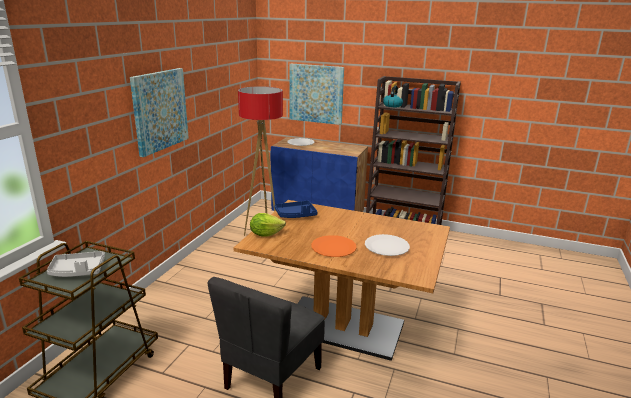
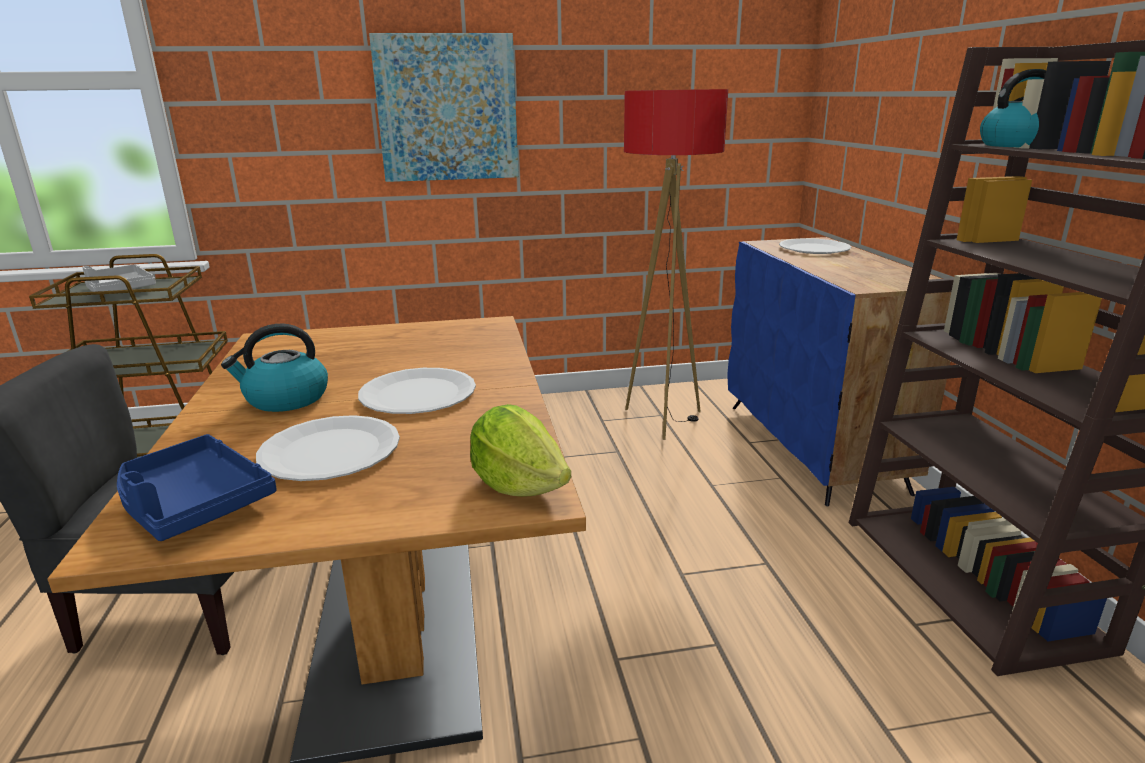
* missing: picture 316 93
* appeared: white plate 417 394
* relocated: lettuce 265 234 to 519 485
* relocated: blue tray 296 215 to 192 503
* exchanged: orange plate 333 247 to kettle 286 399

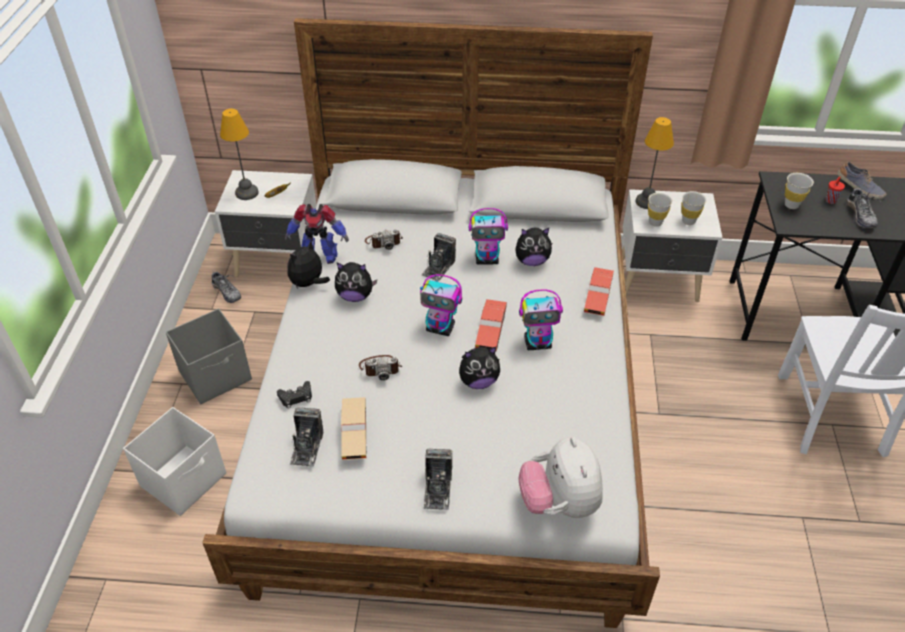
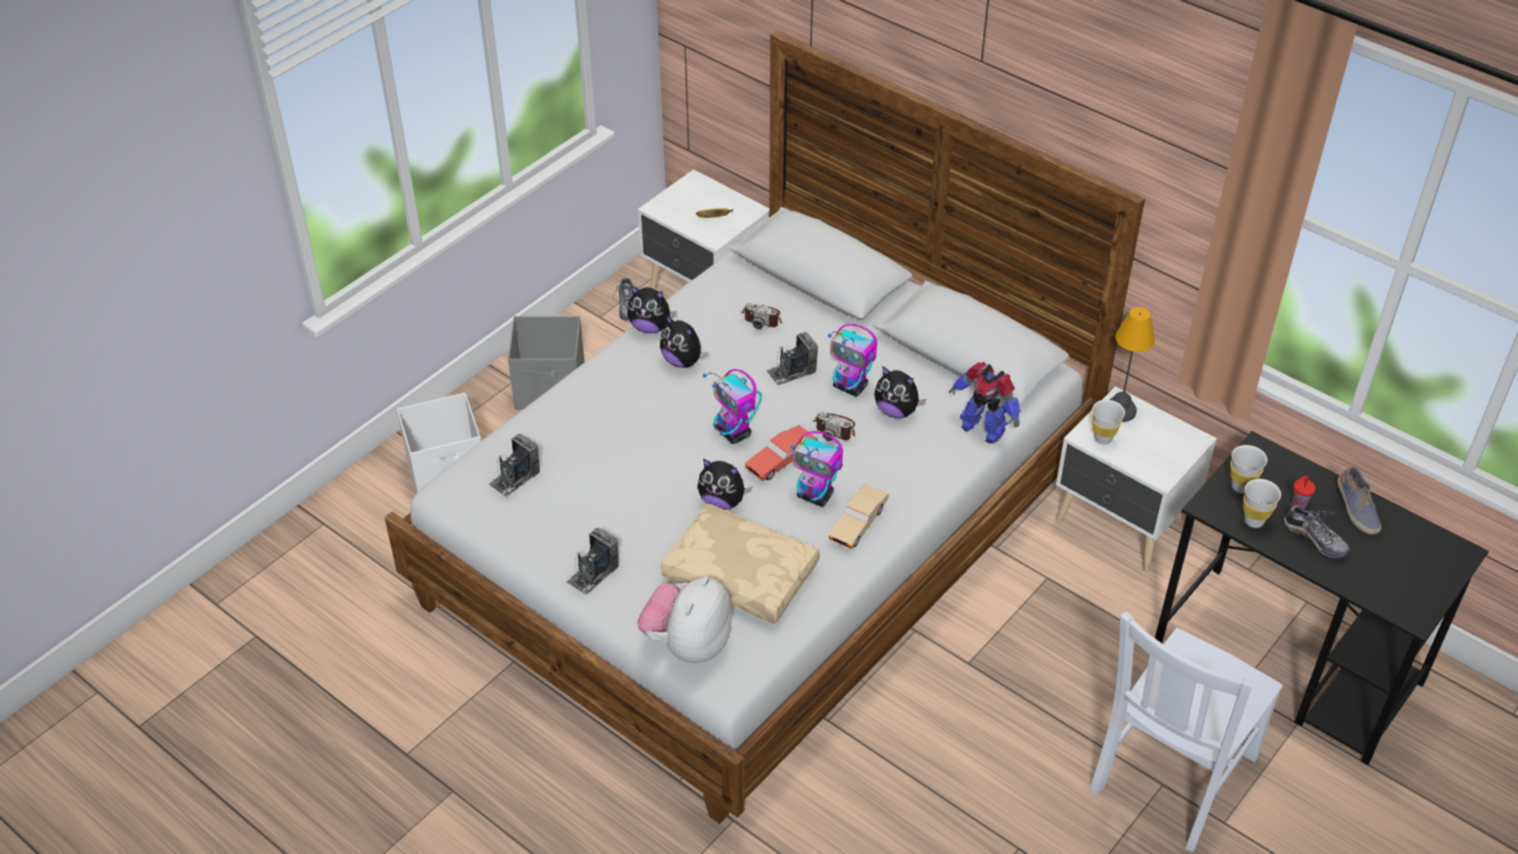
* missing: table lamp 247 193
* missing: black game controller 296 397
* missing: red toy car 598 297
* appeared: beige pillow 742 573
* relocated: toy robot 319 256 to 982 428
* relocated: beige toy car 354 433 to 858 523
* relocated: photo camera 380 368 to 835 428
* relocated: white cup 688 221 to 1254 521
* spun: plush toy 308 283 = 650 327 150 degrees counterclockwise
* spun: shoe 860 215 = 1315 539 75 degrees counterclockwise

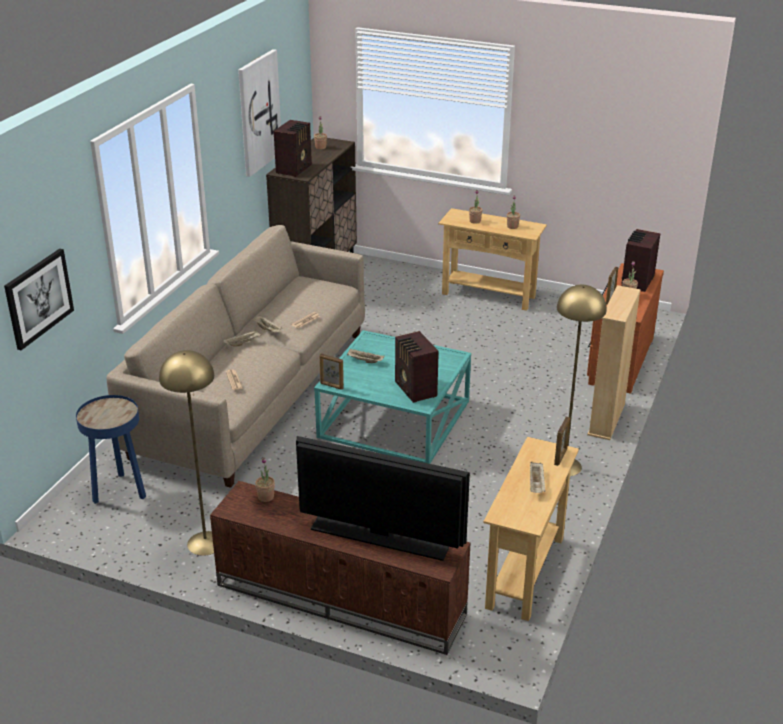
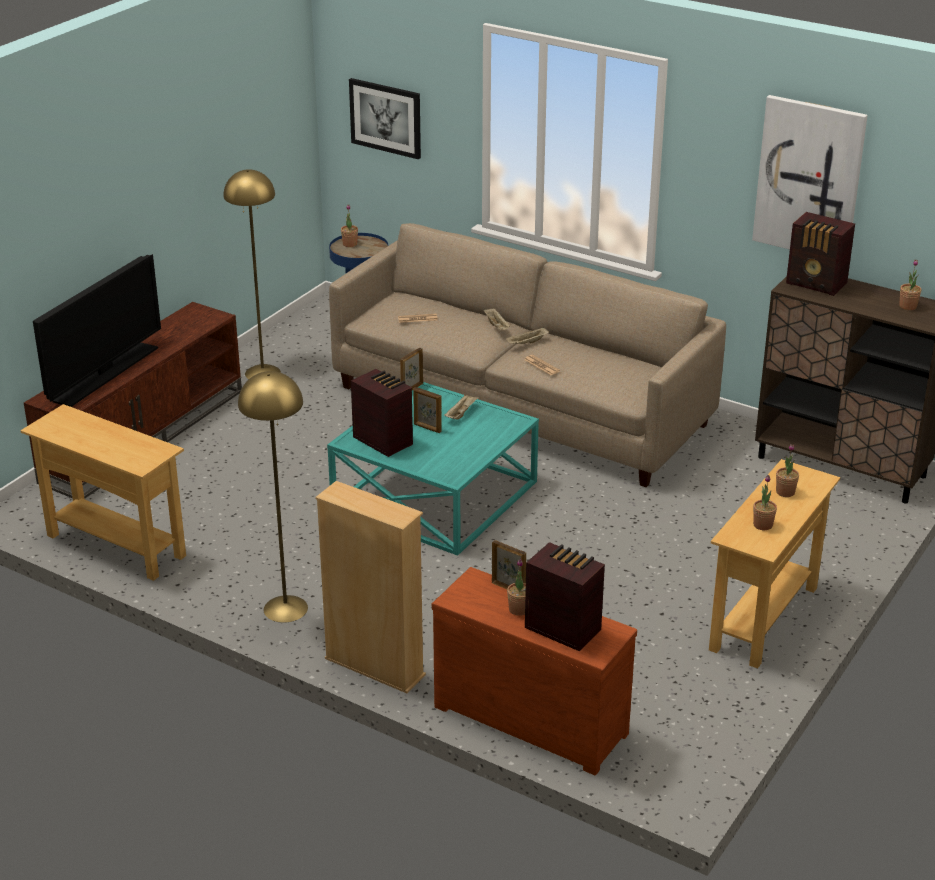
* missing: beige tray 536 484
* relocated: potted plant 266 497 to 350 244
* relocated: picture frame 560 457 to 427 428
* spun: radio 415 390 = 383 440 60 degrees clockwise

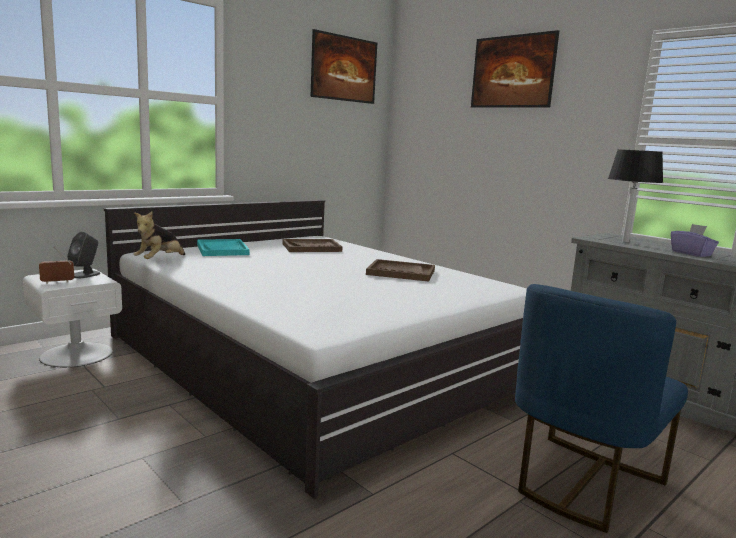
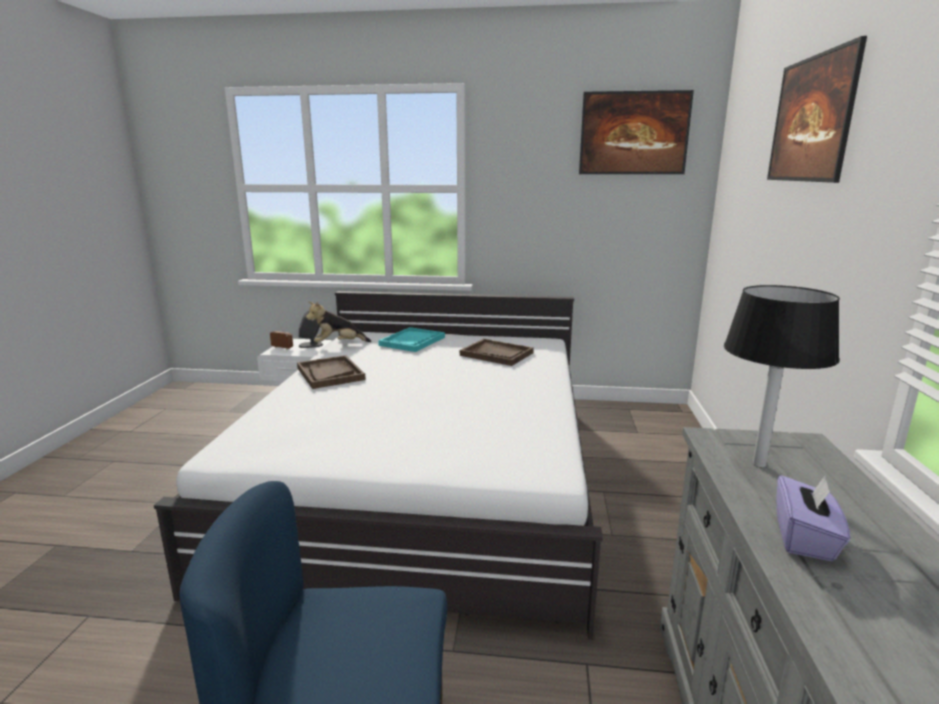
* relocated: brown tray 400 272 to 330 374

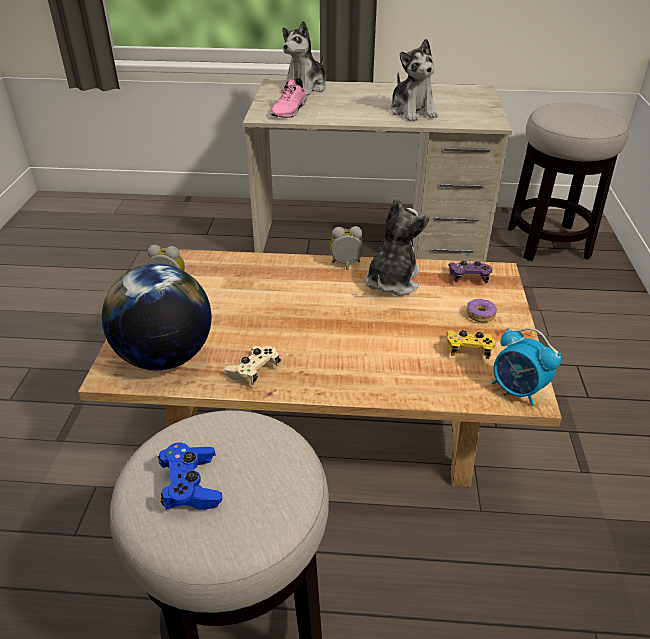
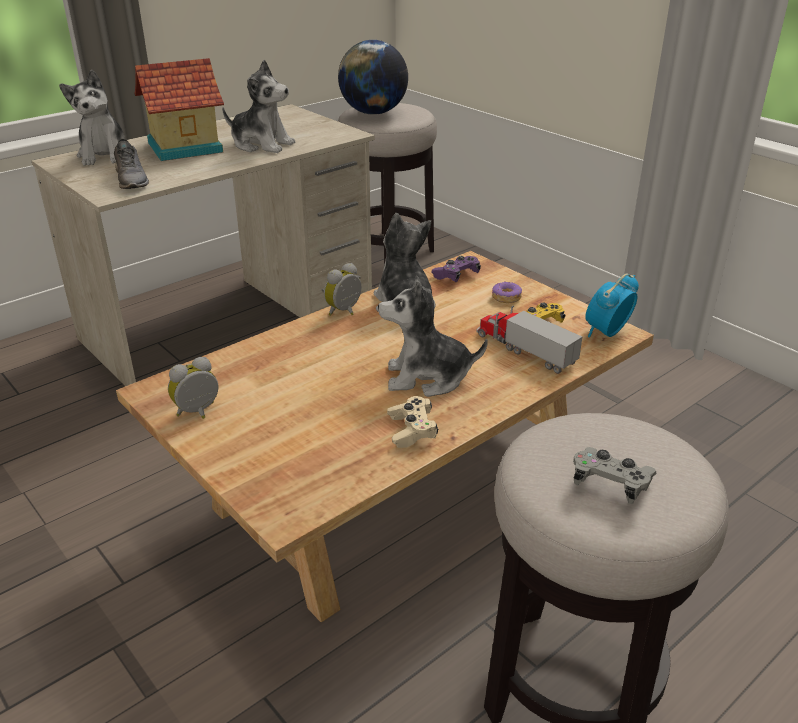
* appeared: toy house 184 147
* appeared: plush toy 427 377
* appeared: toy truck 524 350
* relocated: globe 165 357 to 373 113
* colour: blue game controller 191 485 to grey game controller 610 484
* colour: pink shoe 290 111 to grey shoe 132 180
* spun: alarm clock 517 390 = 606 333 135 degrees clockwise

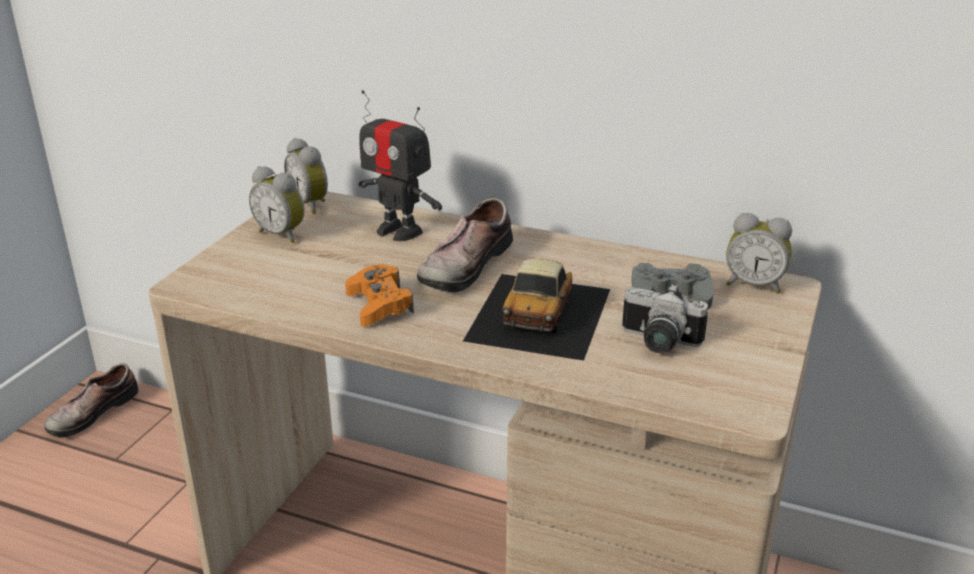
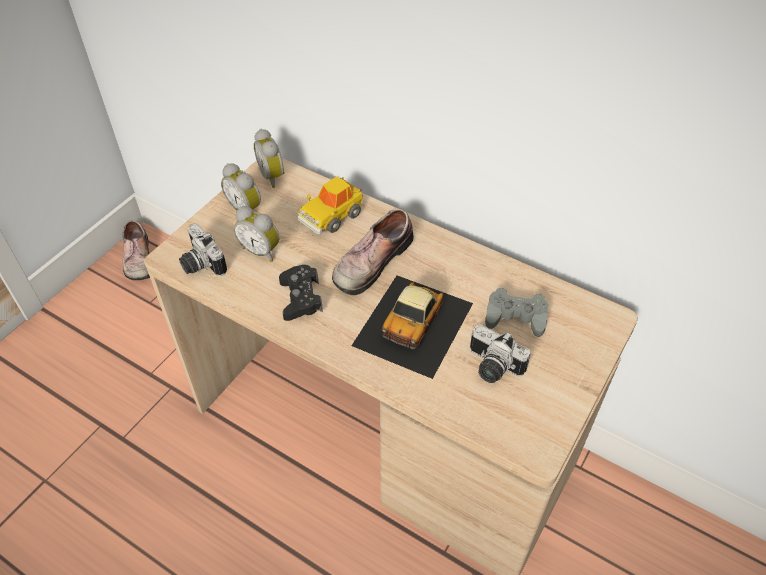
* appeared: photo camera 200 264
* relocated: alarm clock 754 285 to 261 251
* exchanged: toy robot 399 231 to toy car 332 215
* colour: orange game controller 379 305 to black game controller 301 298
* spun: shoe 91 412 = 137 259 60 degrees counterclockwise

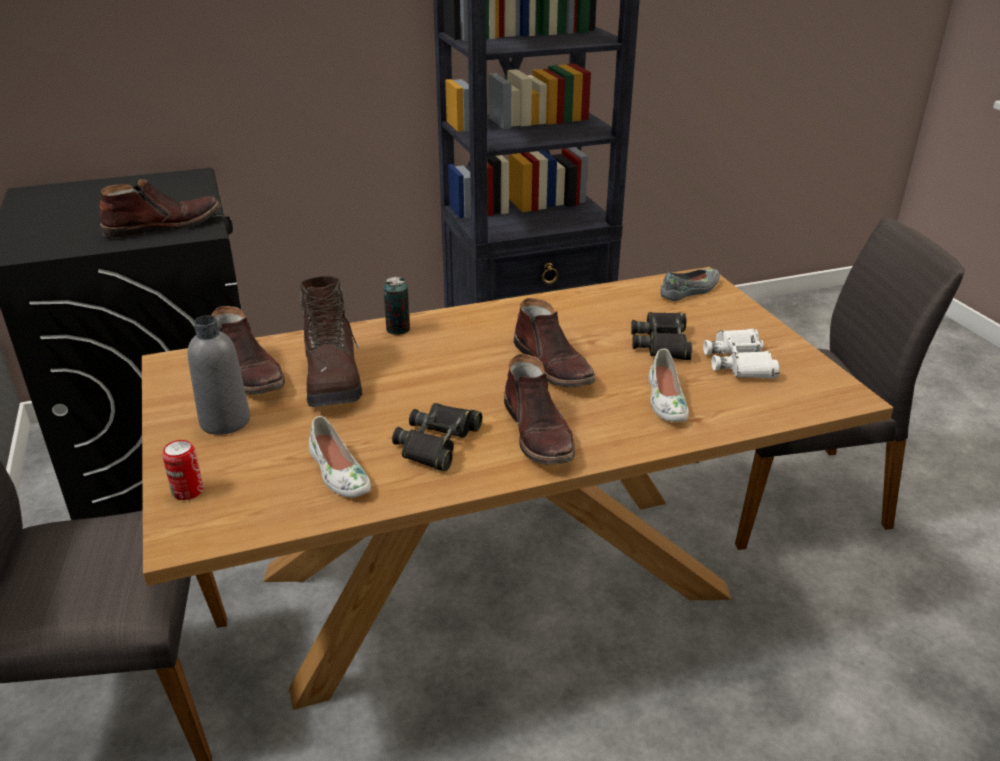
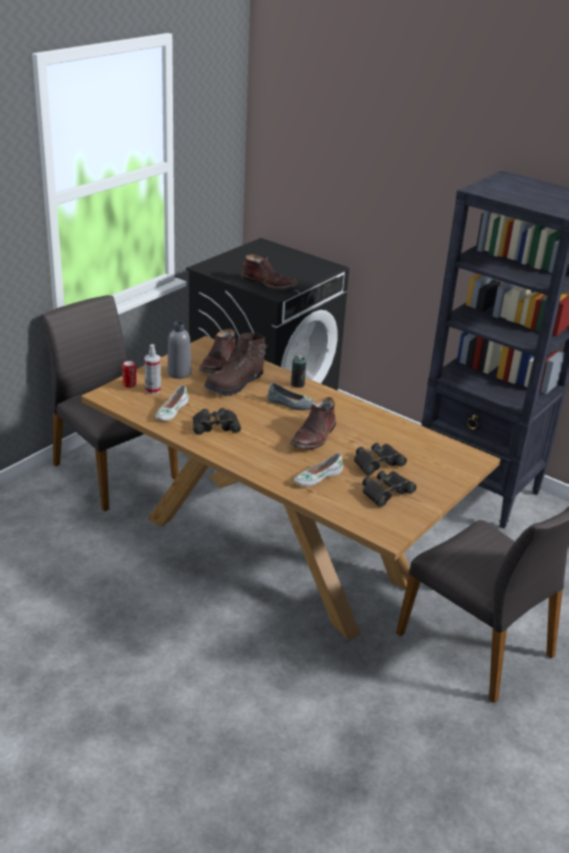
* missing: brown boot 539 433
* appeared: spray bottle 153 390
* relocated: grey shoe 691 290 to 291 404
* colour: white binoculars 739 361 to black binoculars 386 492

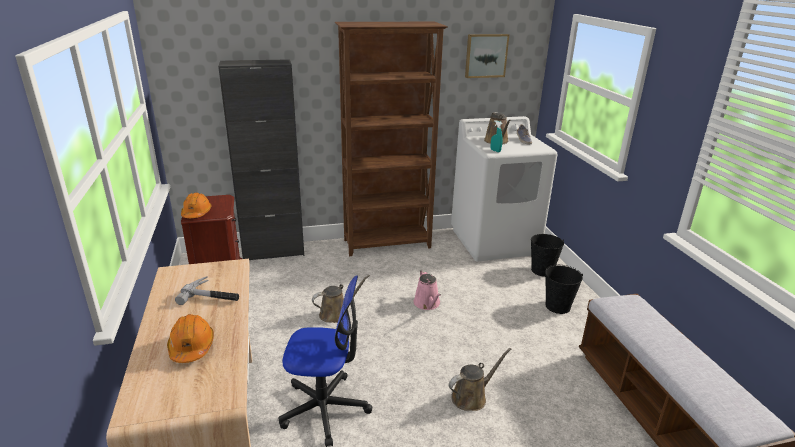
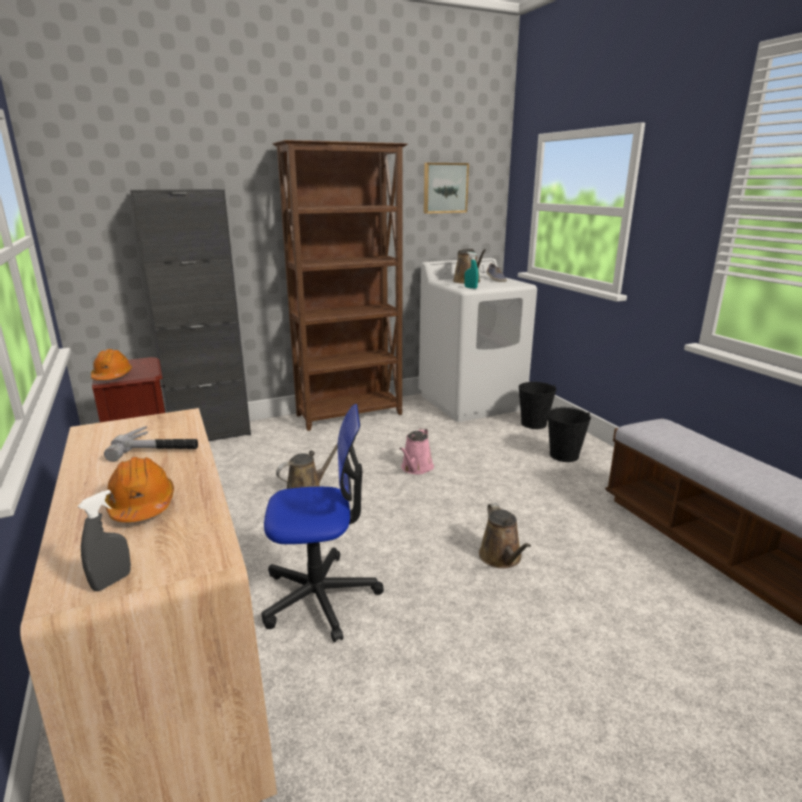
* appeared: grey spray bottle 112 581
* spun: pink watering can 427 304 = 416 468 45 degrees clockwise
* spun: brown watering can 472 397 = 502 558 120 degrees clockwise

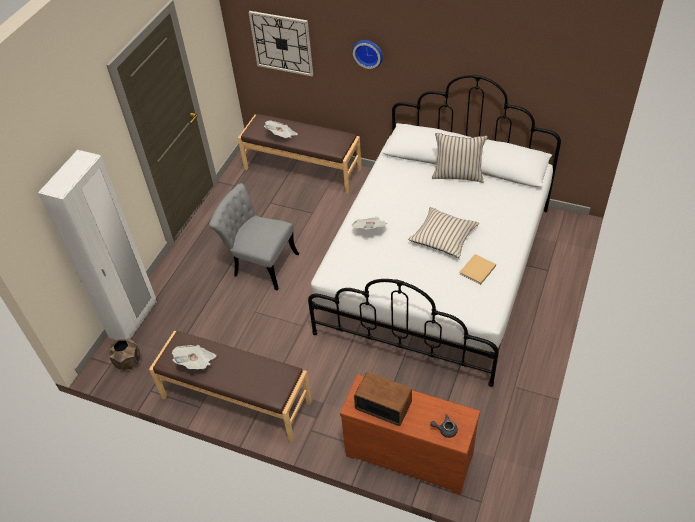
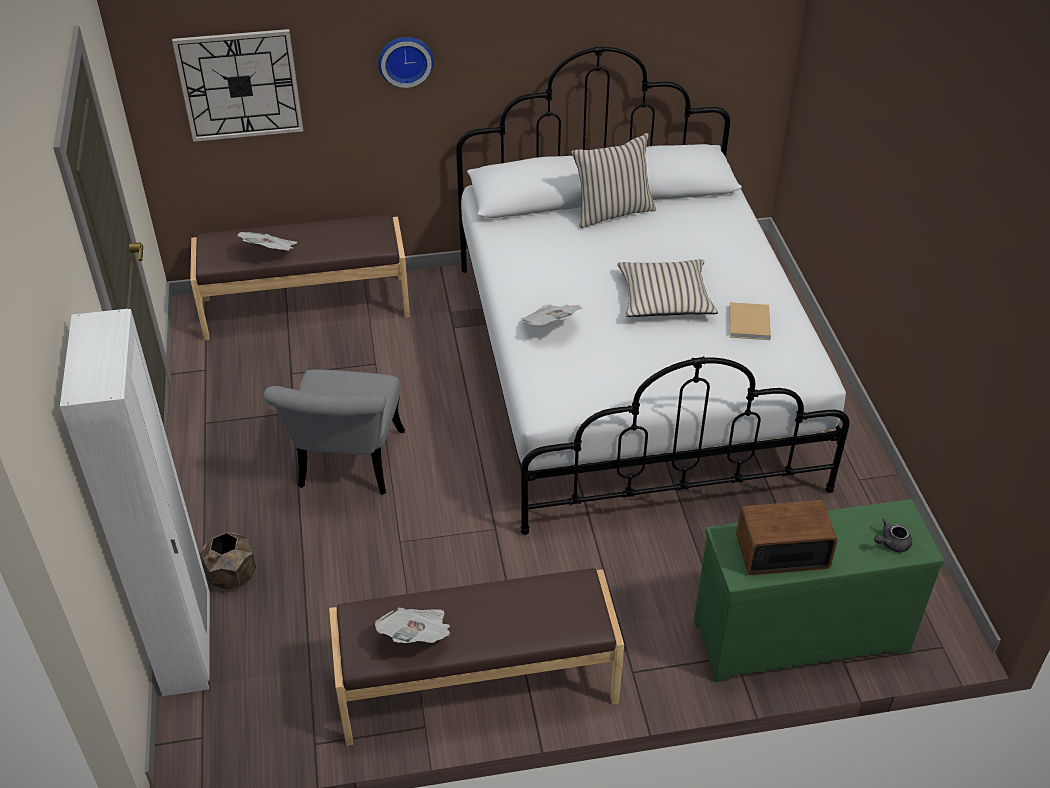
* relocated: brown planter 128 362 to 231 576
* colour: brown dresser 410 452 to green dresser 798 631
* spun: grey chair 259 263 = 348 468 75 degrees counterclockwise

